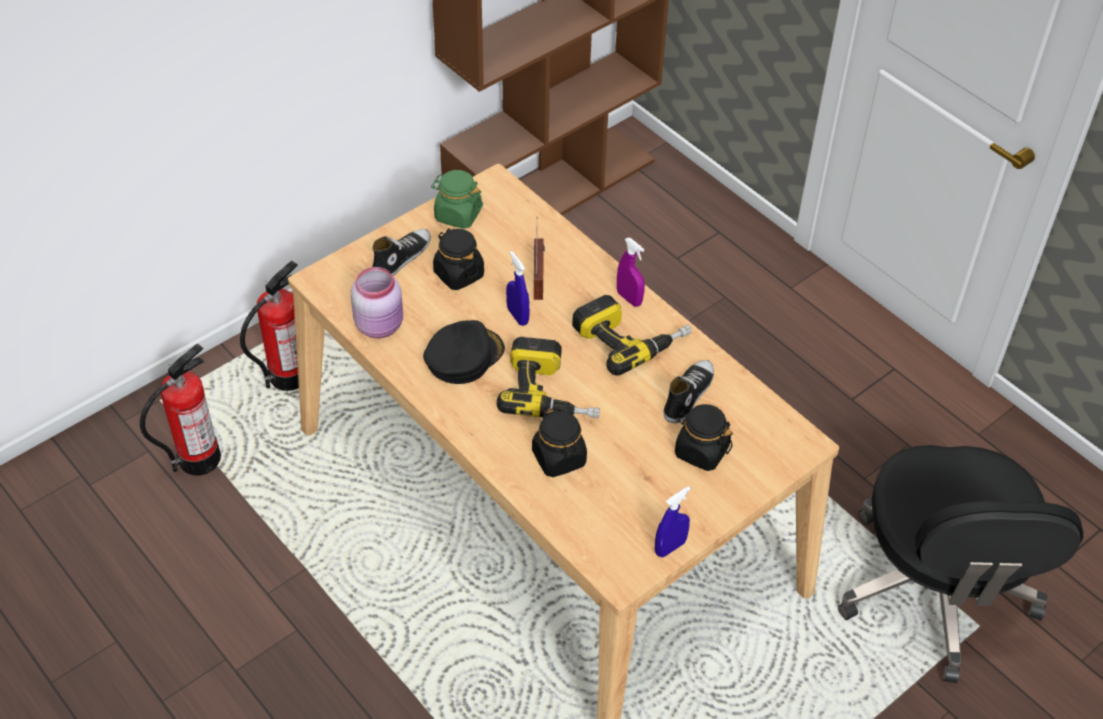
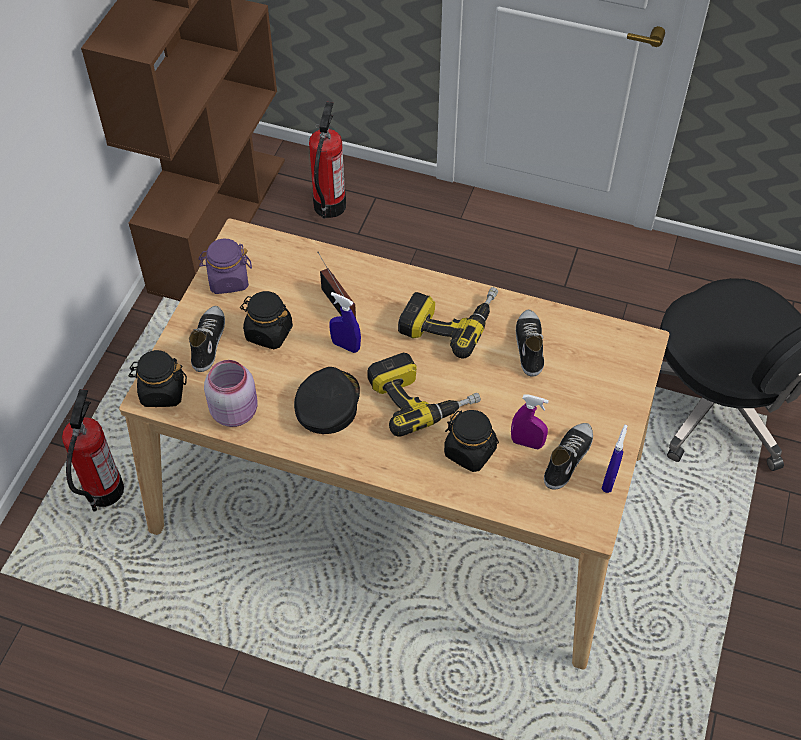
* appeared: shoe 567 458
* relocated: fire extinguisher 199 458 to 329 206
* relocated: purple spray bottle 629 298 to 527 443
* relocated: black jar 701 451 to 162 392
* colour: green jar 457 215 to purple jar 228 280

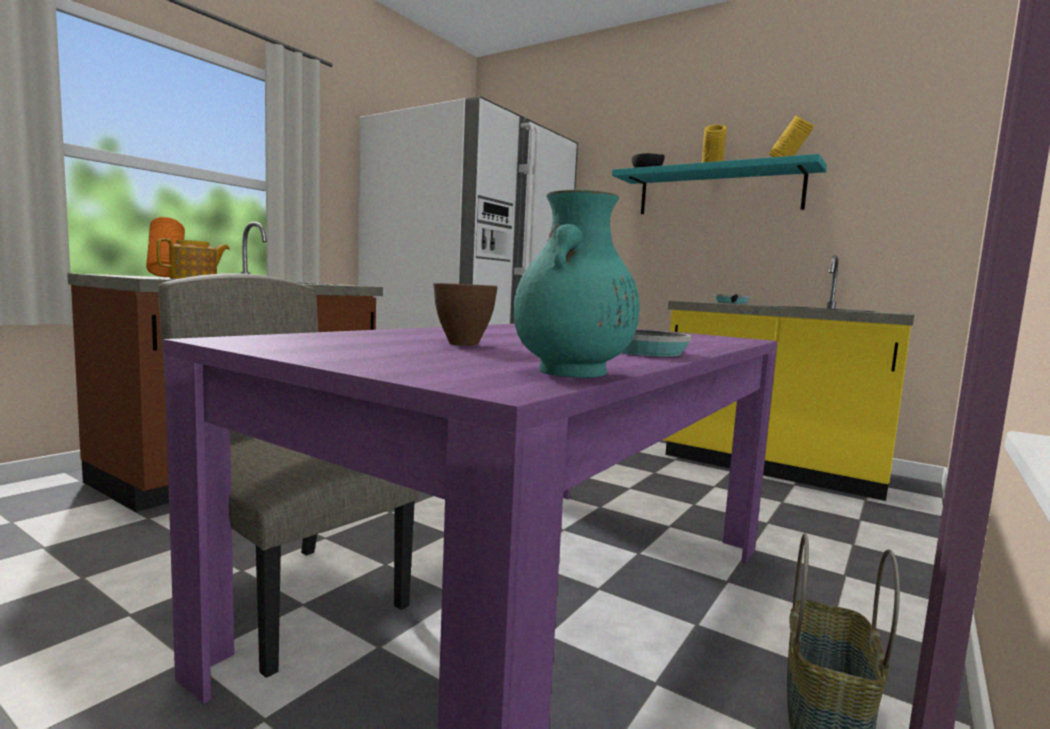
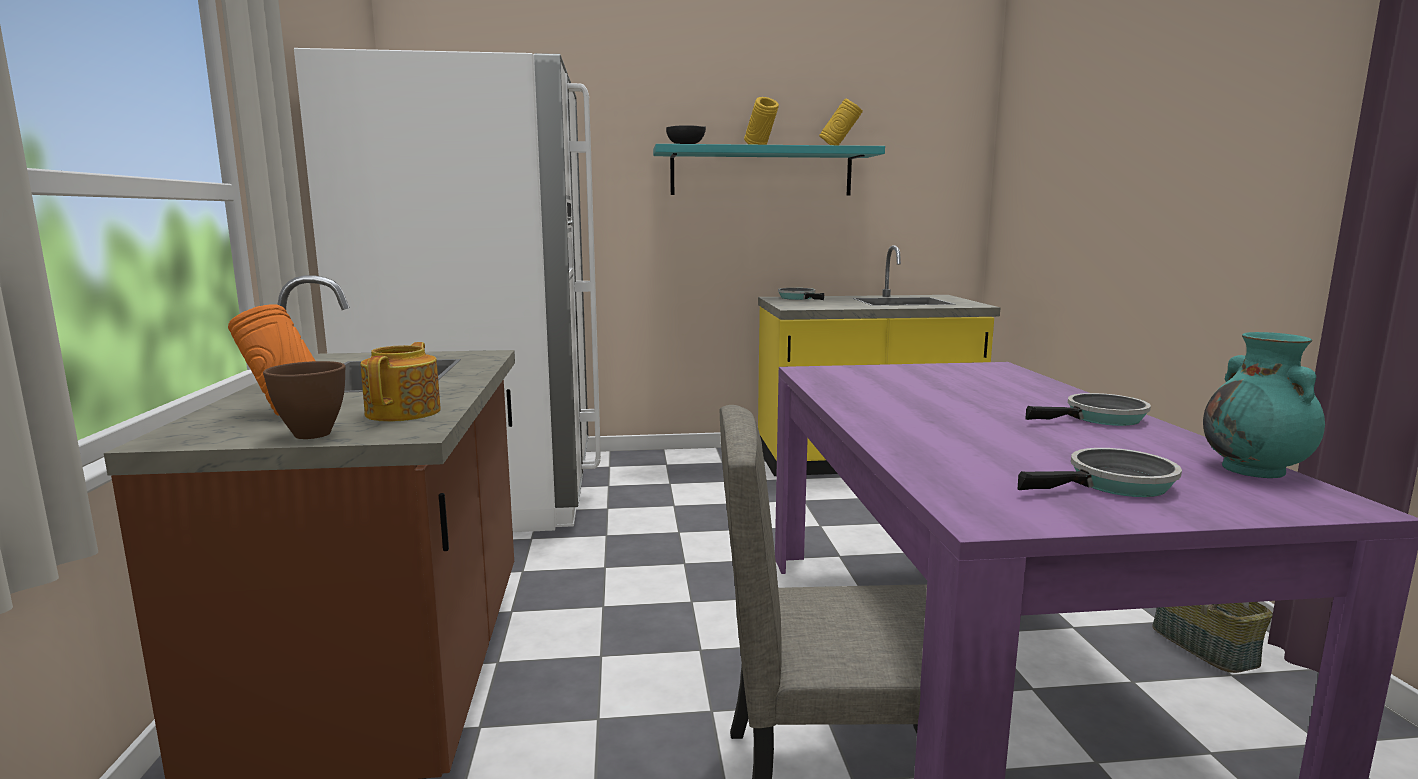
* appeared: frying pan 1114 484
* relocated: brown bowl 463 344 to 311 434

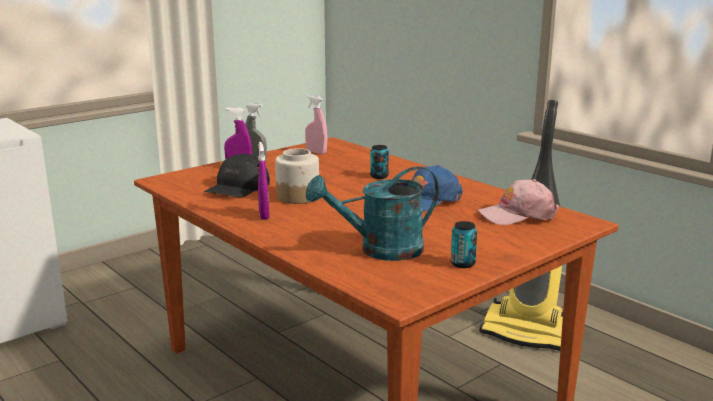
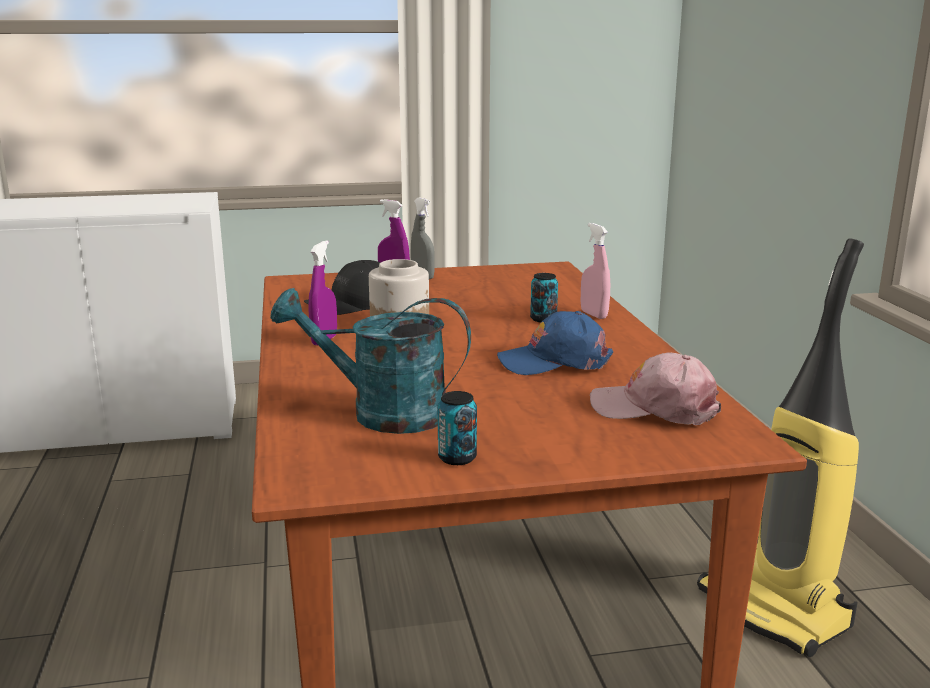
* relocated: pink spray bottle 316 152 to 594 314

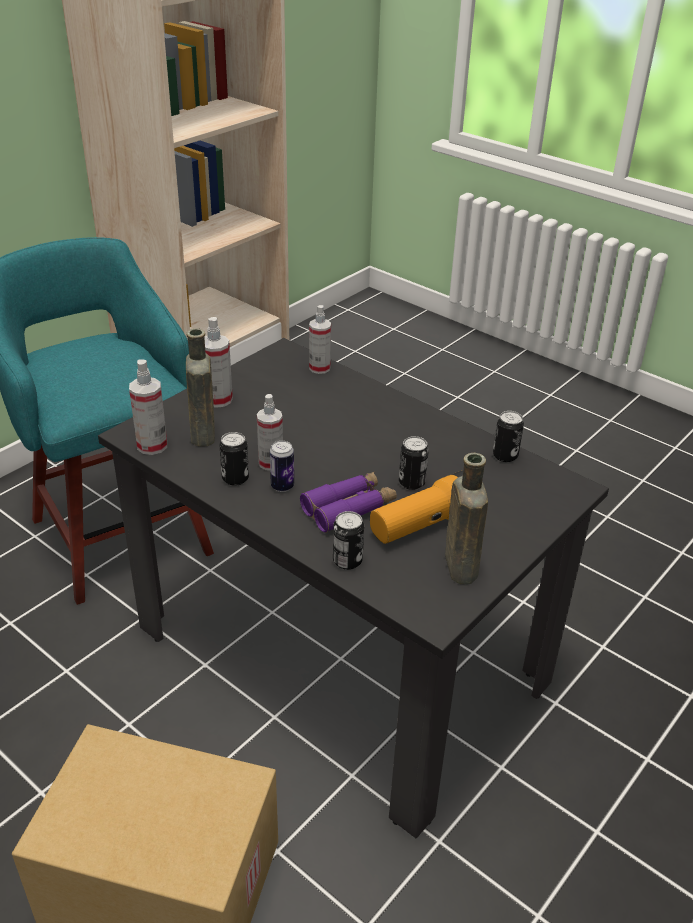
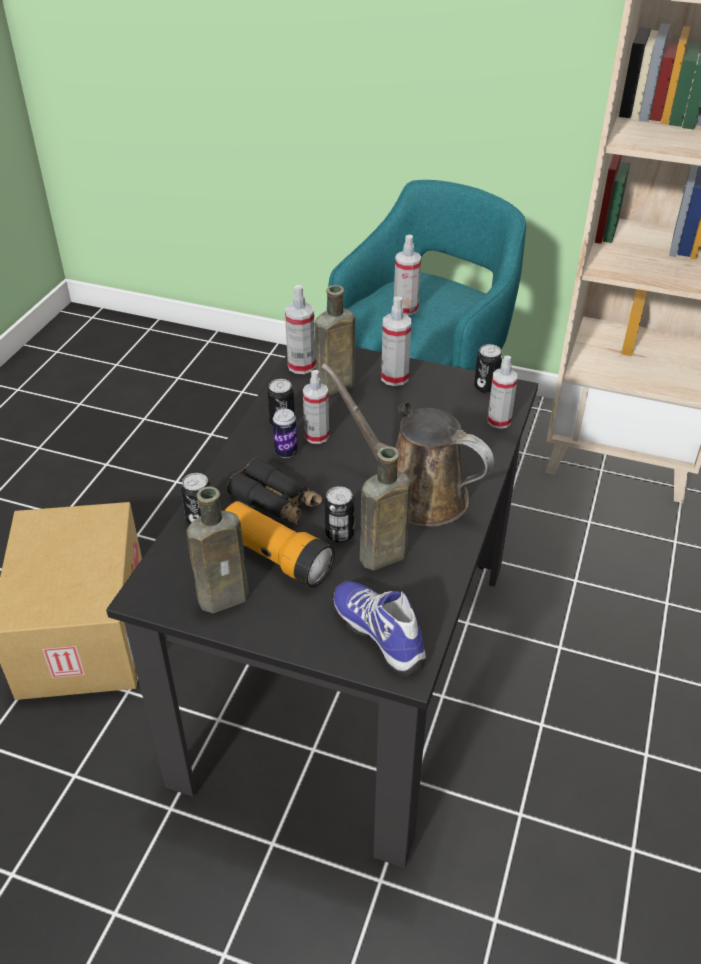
* appeared: brown watering can 415 493
* appeared: shoe 380 633
* appeared: brown bottle 380 557
* appeared: spray bottle 405 309
* relocated: can 505 455 to 486 387
* colour: purple binoculars 349 508 to black binoculars 276 501

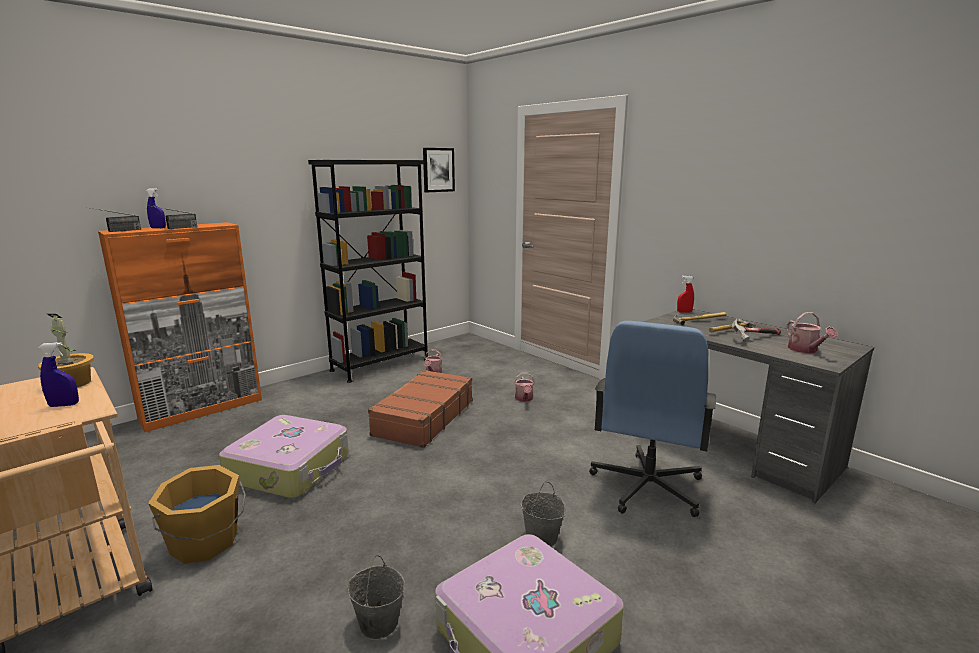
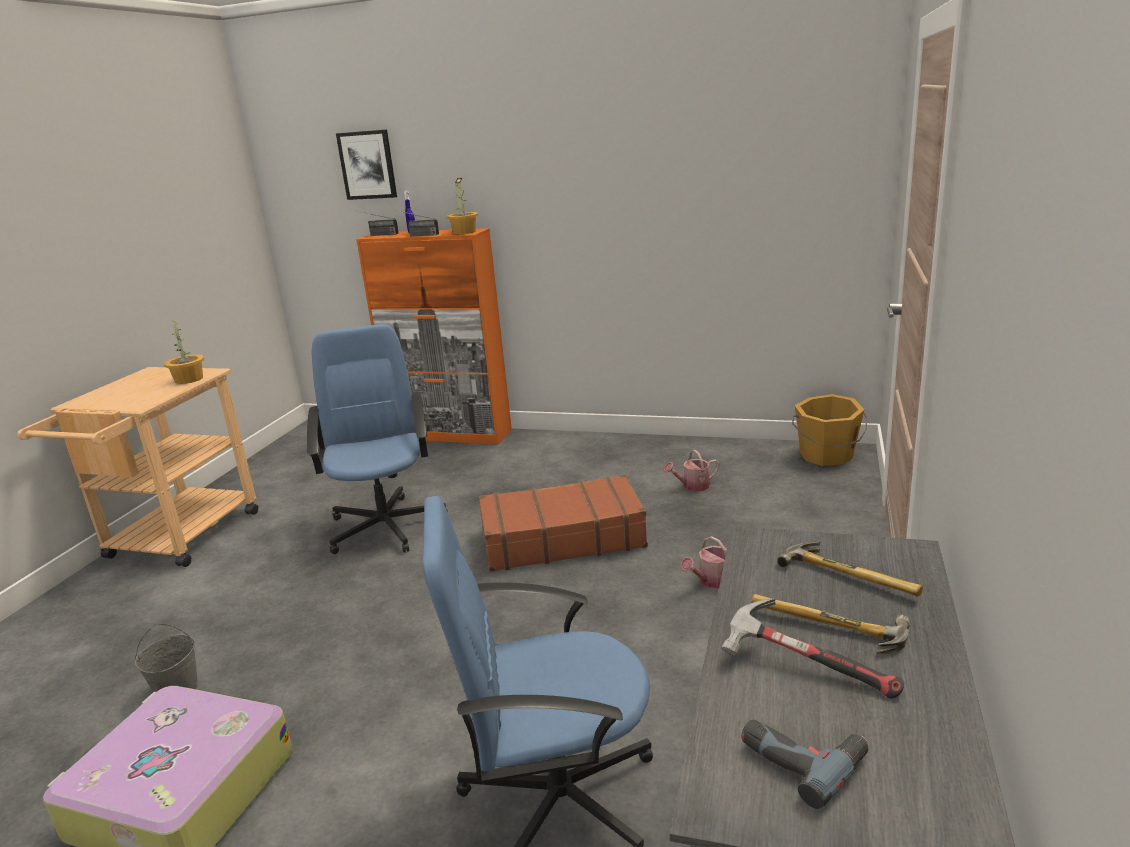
* missing: blue spray bottle 64 405
* missing: black bookcase 380 365
* missing: grey bucket 542 538
* missing: red spray bottle 684 312
* appeared: potted plant 464 232
* relocated: orange bucket 205 543 to 826 456
* relocated: picture 438 170 to 367 165
* exchanged: suitcase 291 468 to blue office chair 386 525
* exchanged: watering can 805 350 to power drill 802 757

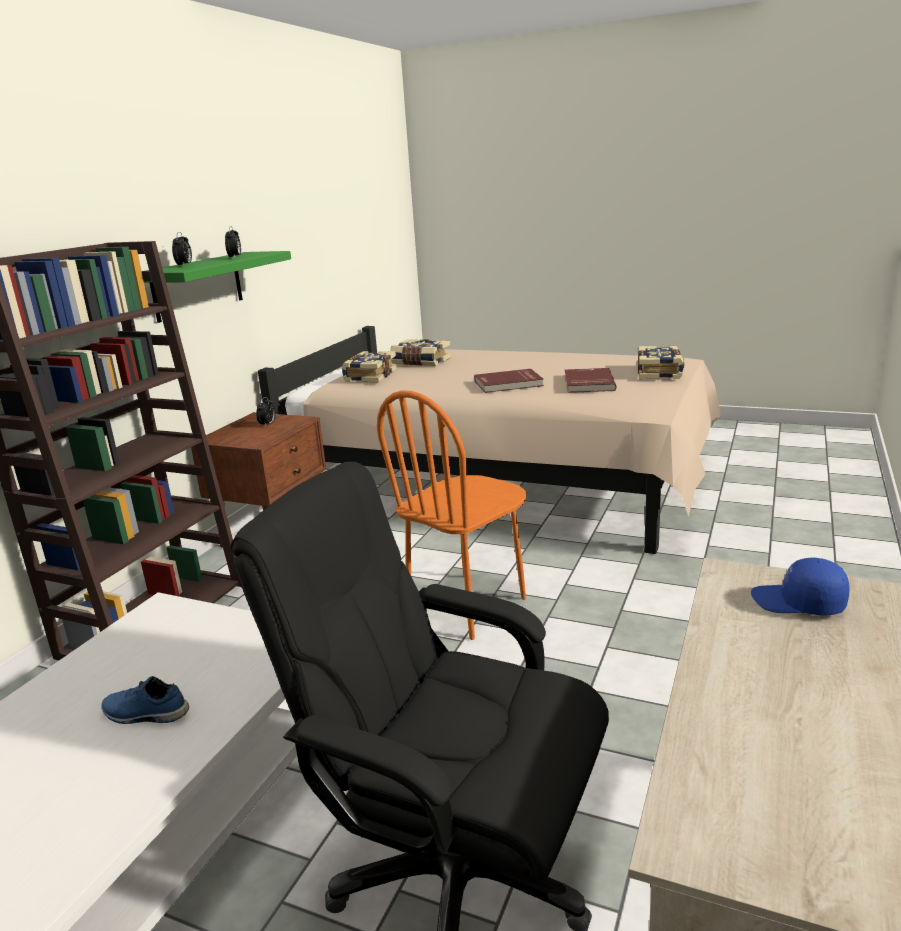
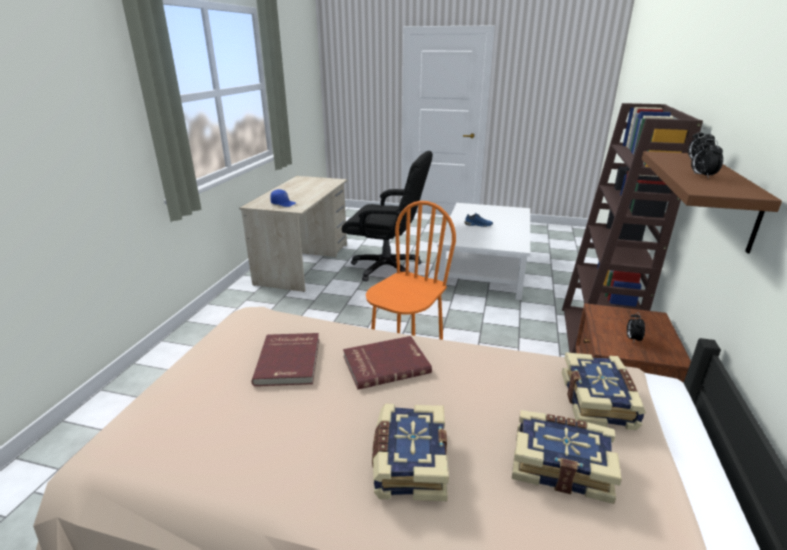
* relocated: book 660 373 to 408 462
* colour: green shelf 198 286 to brown shelf 729 200

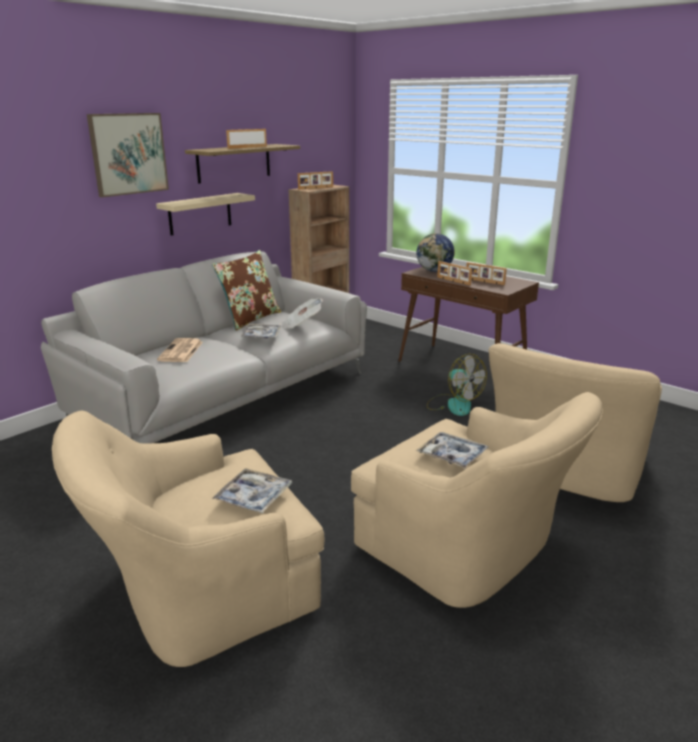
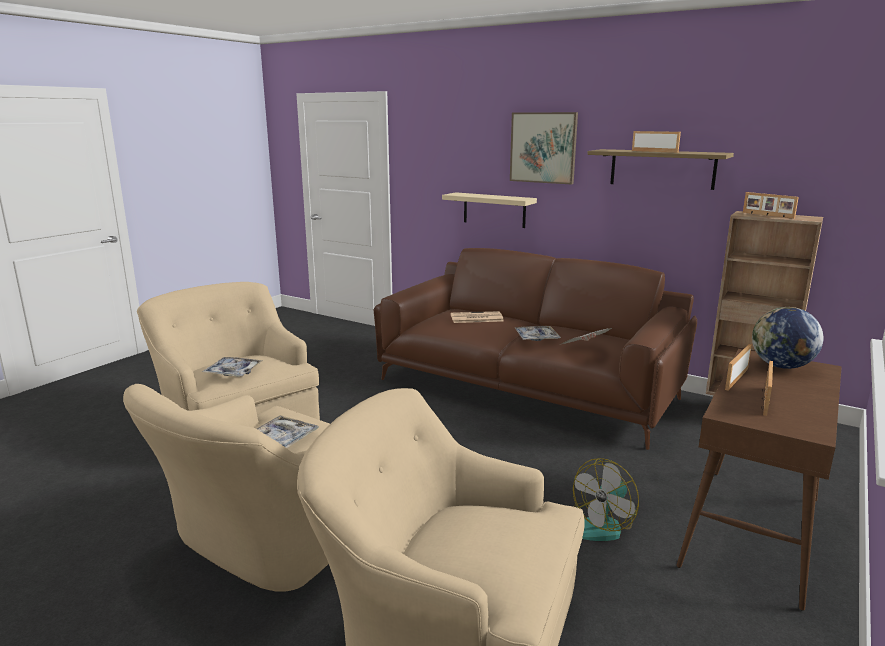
* missing: brown pillow 250 319
* relocated: beige shelf 200 214 to 494 210
* colour: grey sofa 224 396 to brown sofa 529 387

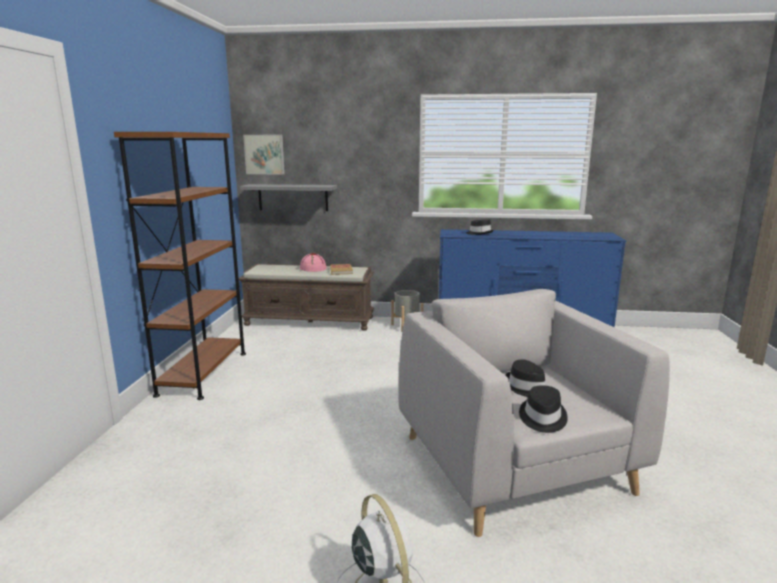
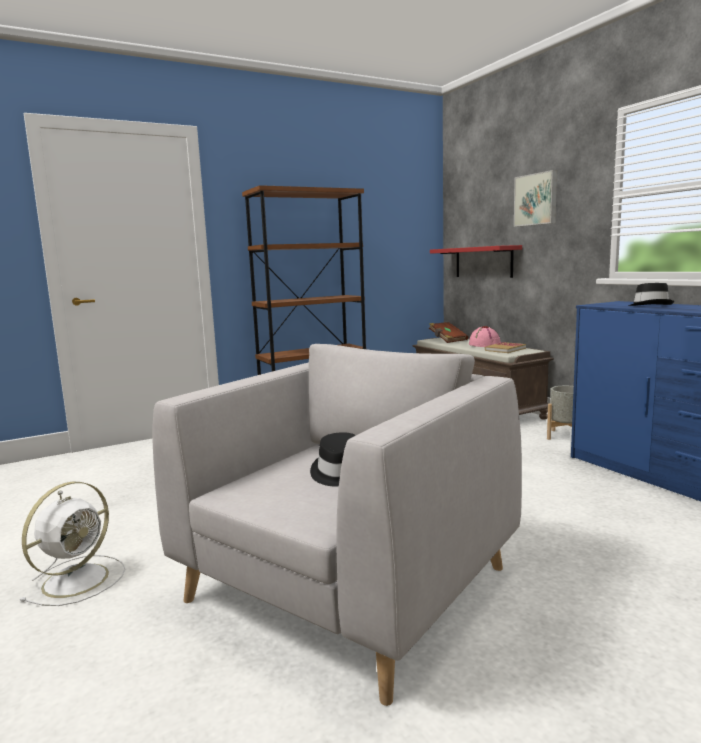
* missing: black hat 542 418
* appeared: brown book 447 340
* relocated: picture 264 154 to 536 199
* colour: grey shelf 293 197 to red shelf 483 262

